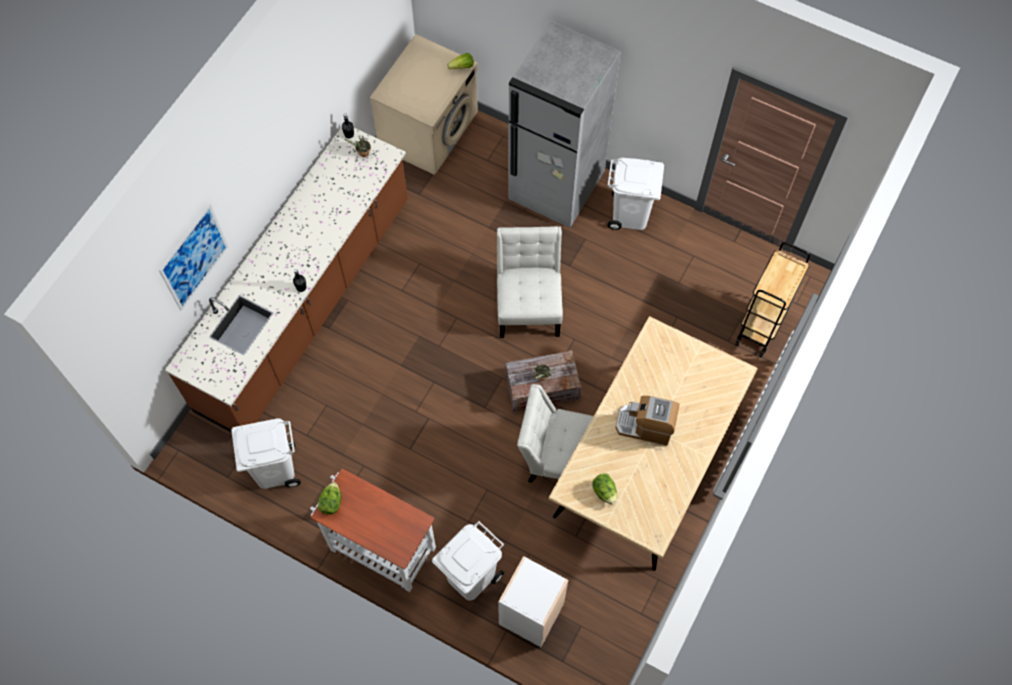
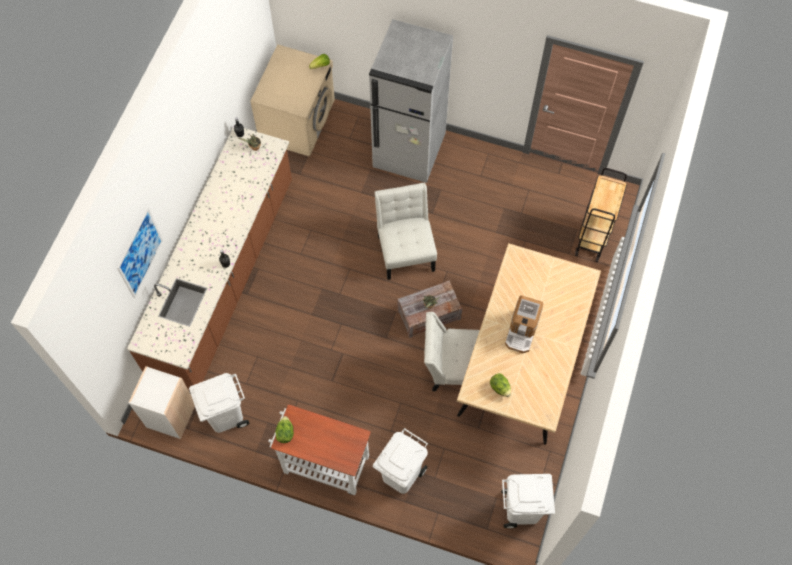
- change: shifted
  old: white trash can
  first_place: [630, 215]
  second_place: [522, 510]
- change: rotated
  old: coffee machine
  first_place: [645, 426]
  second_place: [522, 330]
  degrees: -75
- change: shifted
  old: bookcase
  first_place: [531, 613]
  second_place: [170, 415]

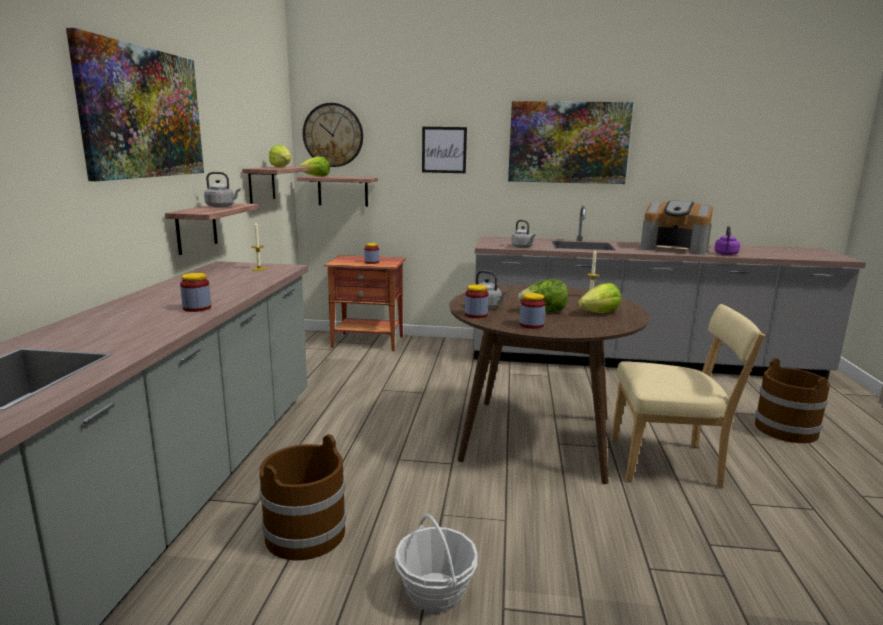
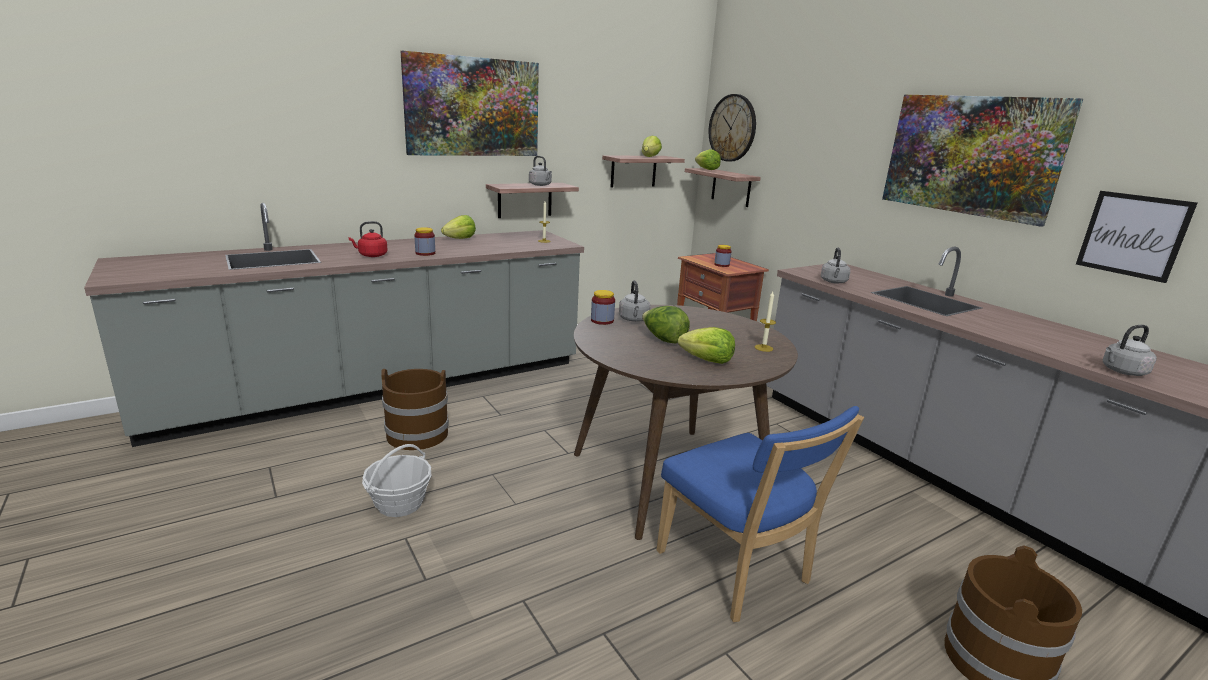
- change: shifted
  old: picture
  first_place: [444, 150]
  second_place: [1133, 235]
- change: gone
  old: coffee machine
  first_place: [674, 249]
- change: repainted
  old: purple kettle
  new: grey kettle
  first_place: [726, 254]
  second_place: [1122, 371]
- change: gone
  old: jar
  first_place: [531, 325]
- change: repainted
  old: beige chair
  new: blue chair
  first_place: [669, 463]
  second_place: [737, 571]
- change: new
  new: lettuce
  second_place: [460, 239]
- change: new
  new: red kettle
  second_place: [371, 255]

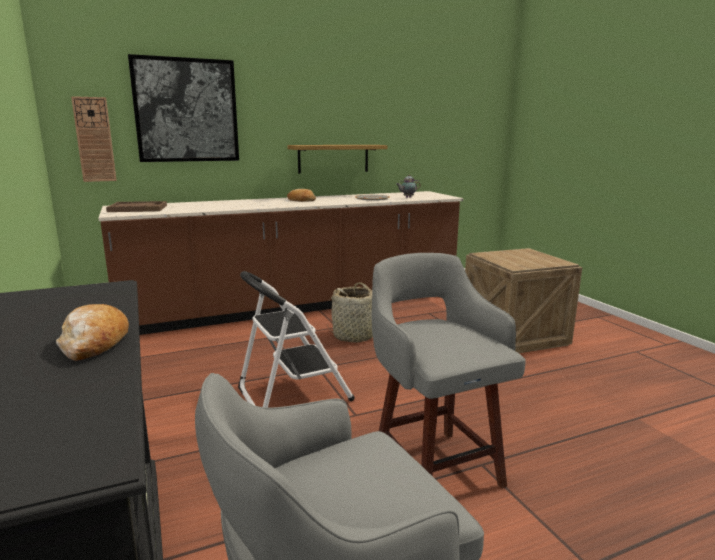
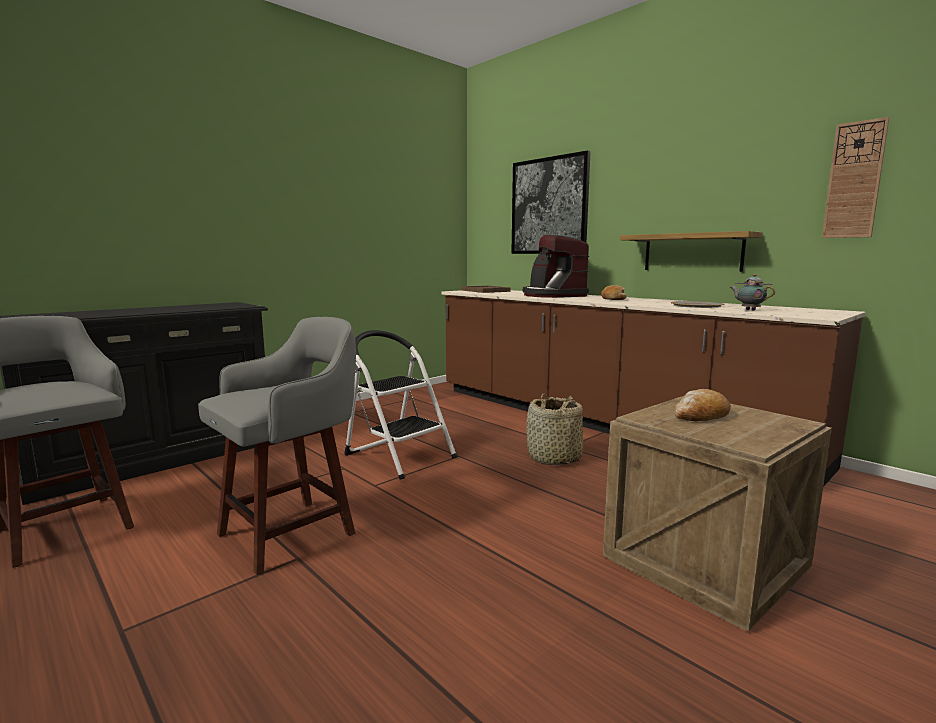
- change: shifted
  old: wall clock
  first_place: [94, 140]
  second_place: [854, 180]
- change: shifted
  old: bread
  first_place: [94, 343]
  second_place: [701, 416]
- change: new
  new: coffee machine
  second_place: [552, 295]

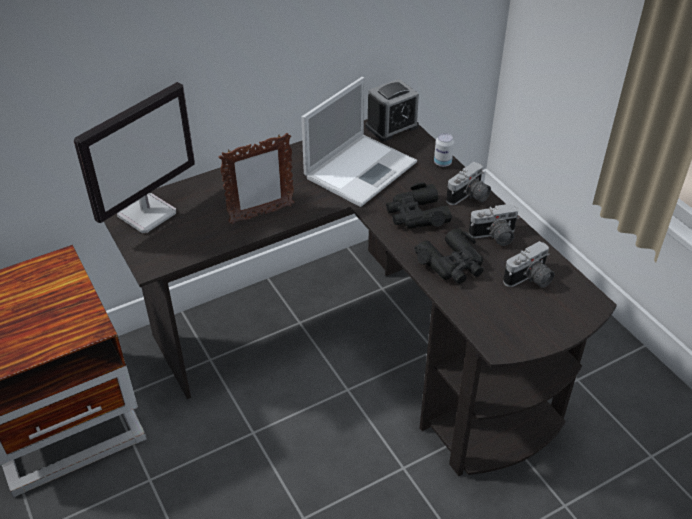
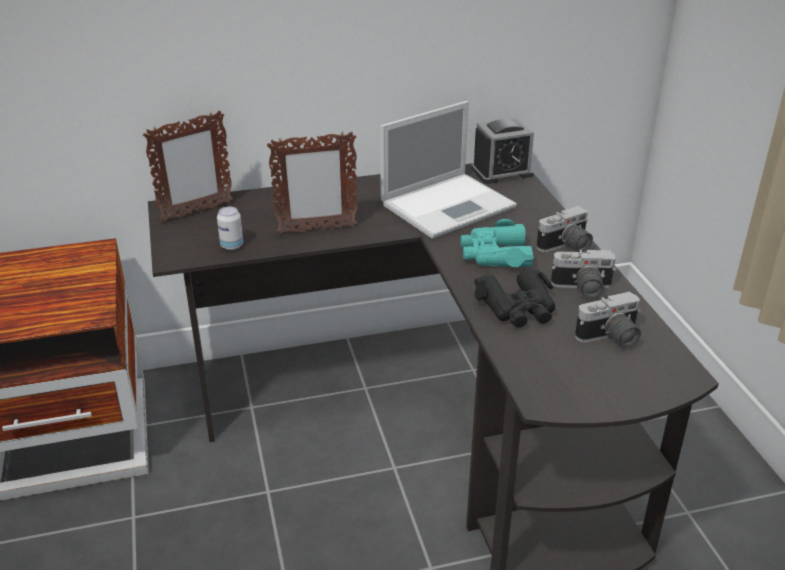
- change: swapped
  old: monitor
  new: picture frame
  first_place: [147, 213]
  second_place: [196, 212]
- change: shifted
  old: can
  first_place: [442, 163]
  second_place: [232, 246]
- change: repainted
  old: black binoculars
  new: turquoise binoculars
  first_place: [416, 215]
  second_place: [495, 255]

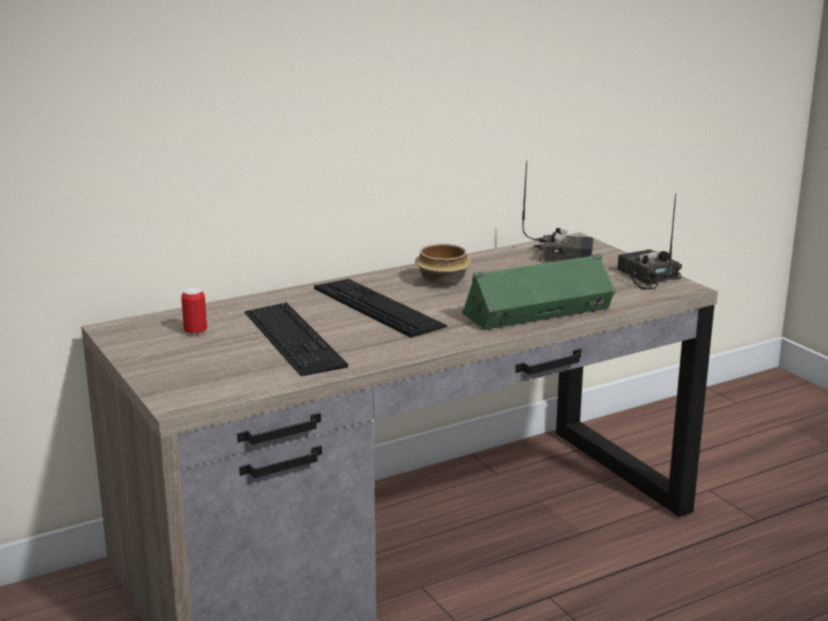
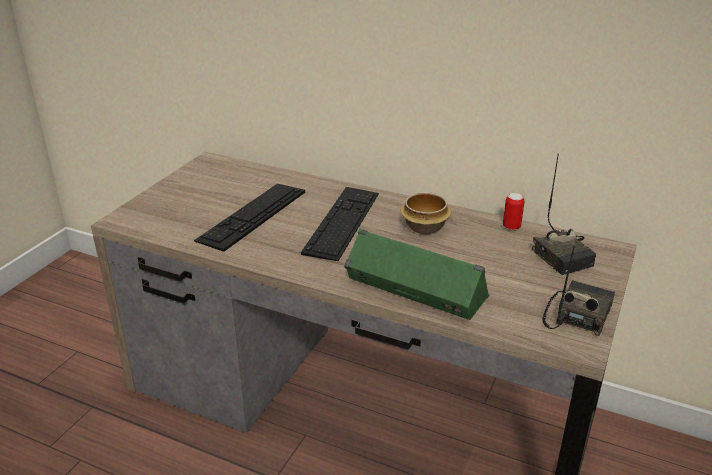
- change: shifted
  old: can
  first_place: [195, 332]
  second_place: [511, 227]

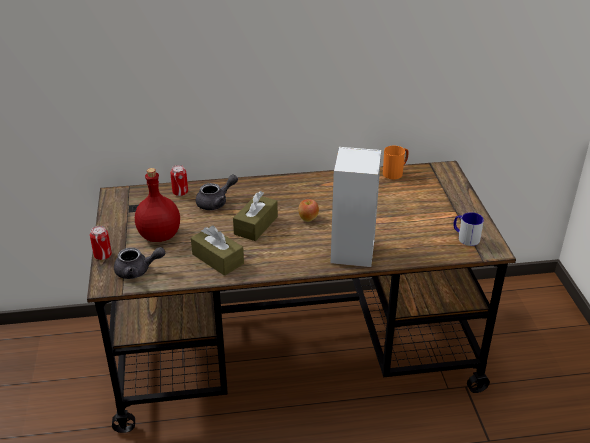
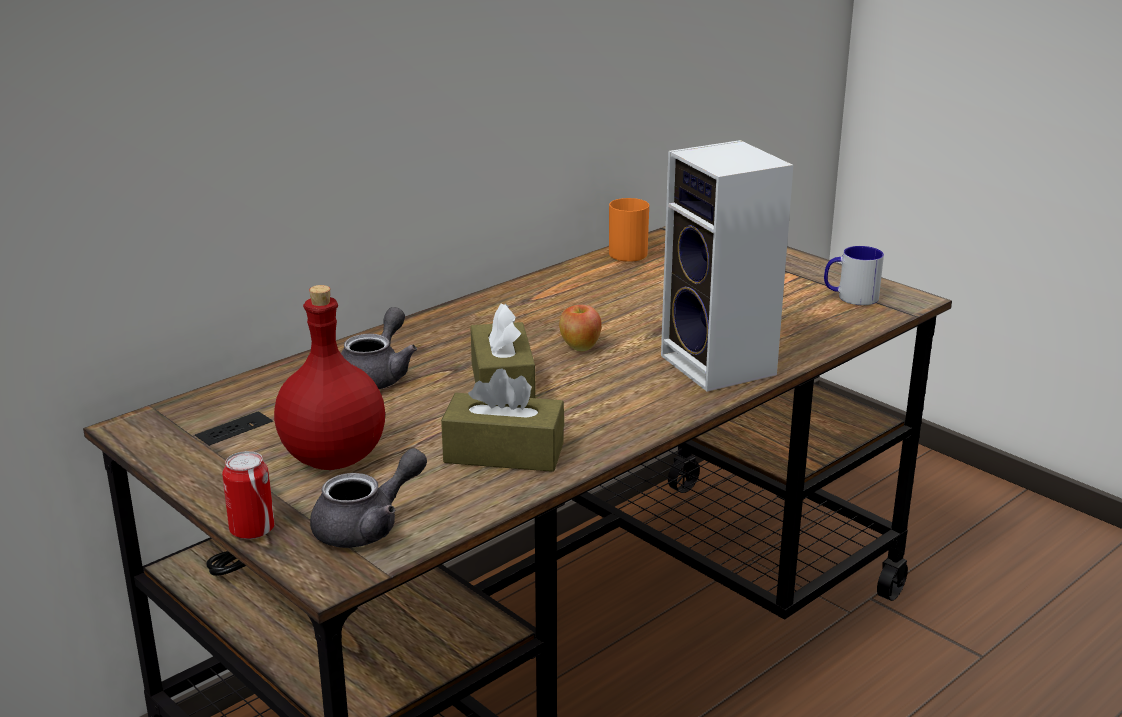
- change: gone
  old: can
  first_place: [180, 192]

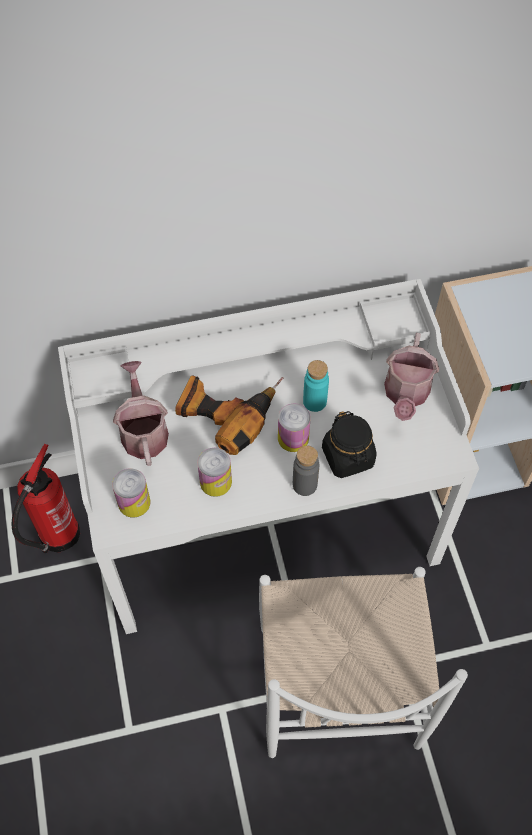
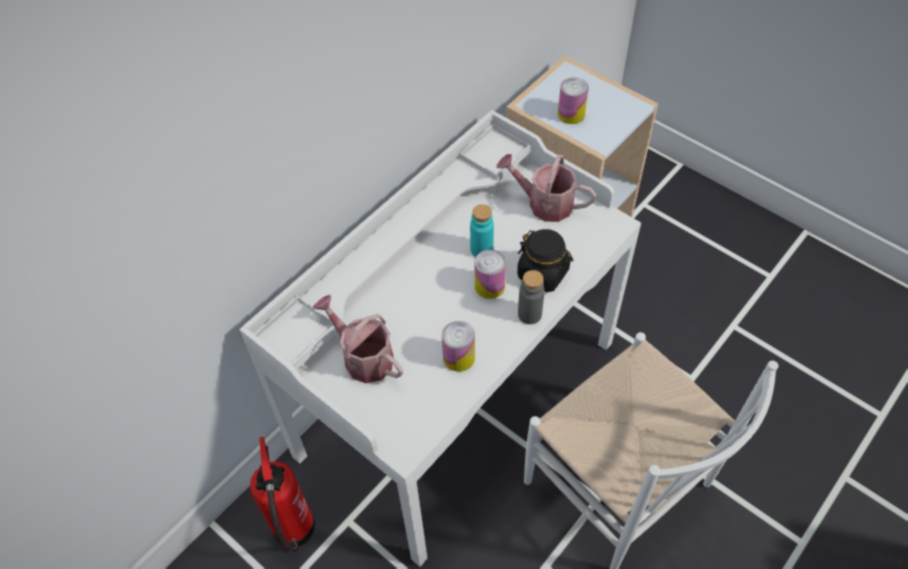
- change: rotated
  old: watering can
  first_place: [406, 394]
  second_place: [544, 203]
  degrees: 135
- change: gone
  old: power drill
  first_place: [226, 410]
- change: shifted
  old: can
  first_place: [134, 502]
  second_place: [571, 114]

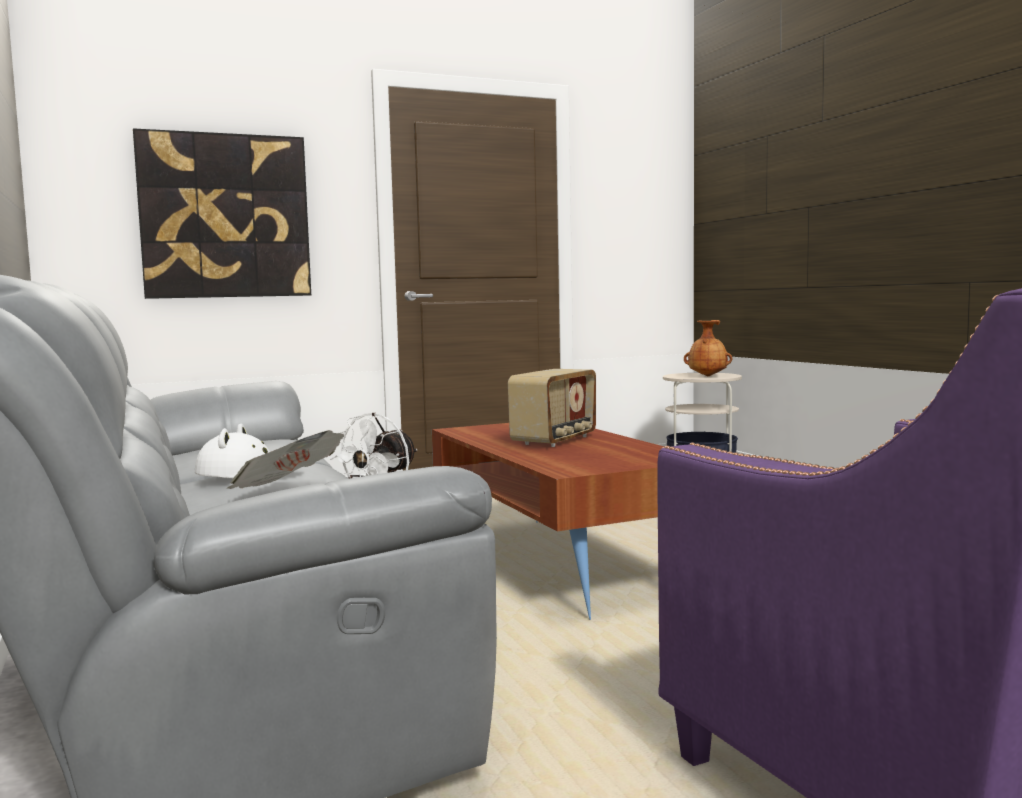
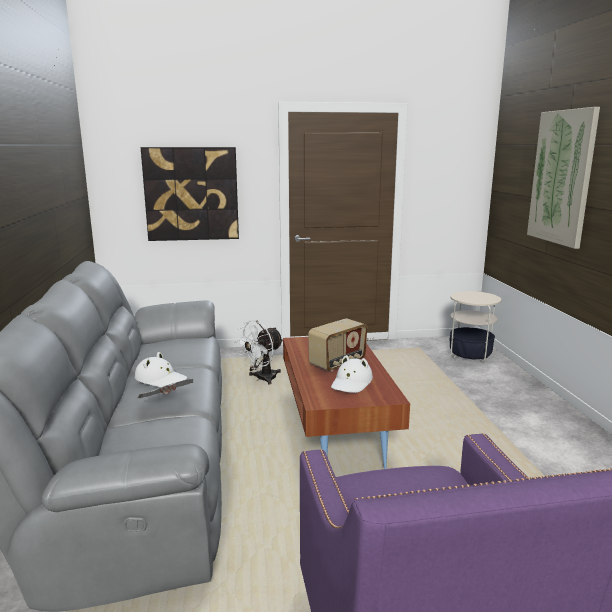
- change: gone
  old: brown vase
  first_place: [707, 376]
- change: new
  new: picture
  second_place: [562, 177]
- change: new
  new: white hat
  second_place: [351, 383]

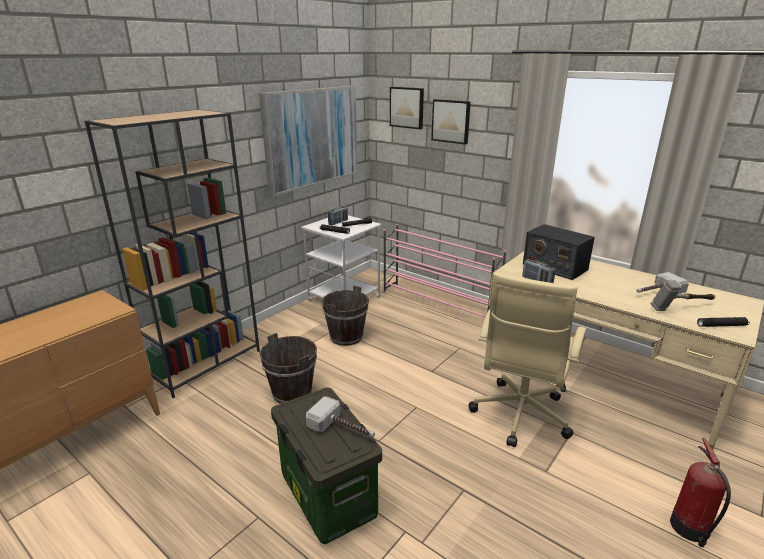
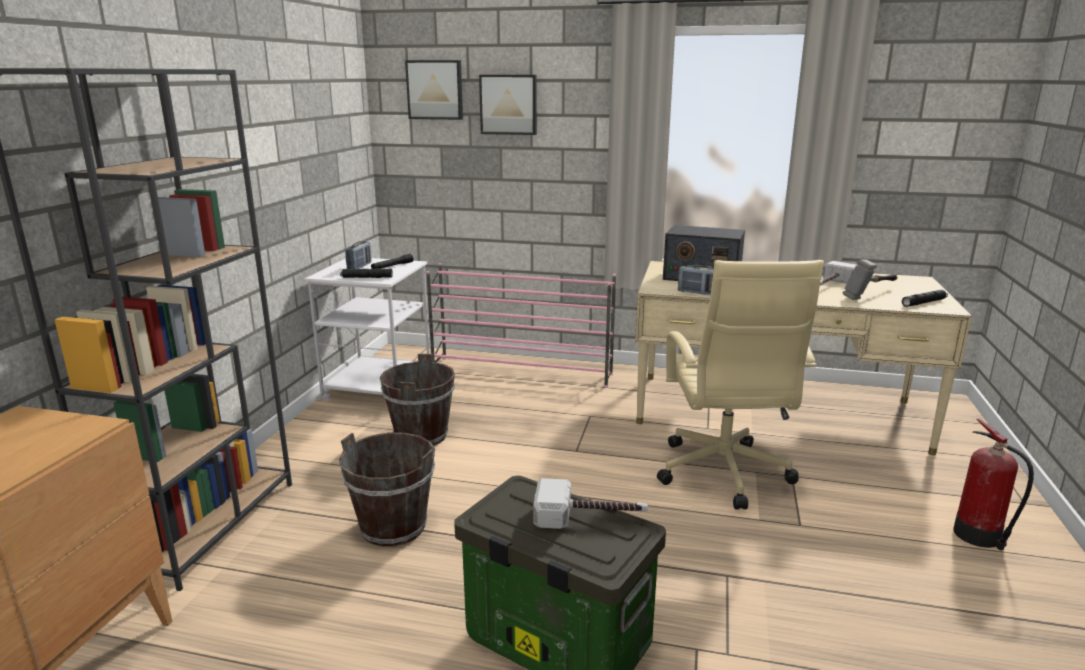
- change: gone
  old: picture
  first_place: [311, 137]

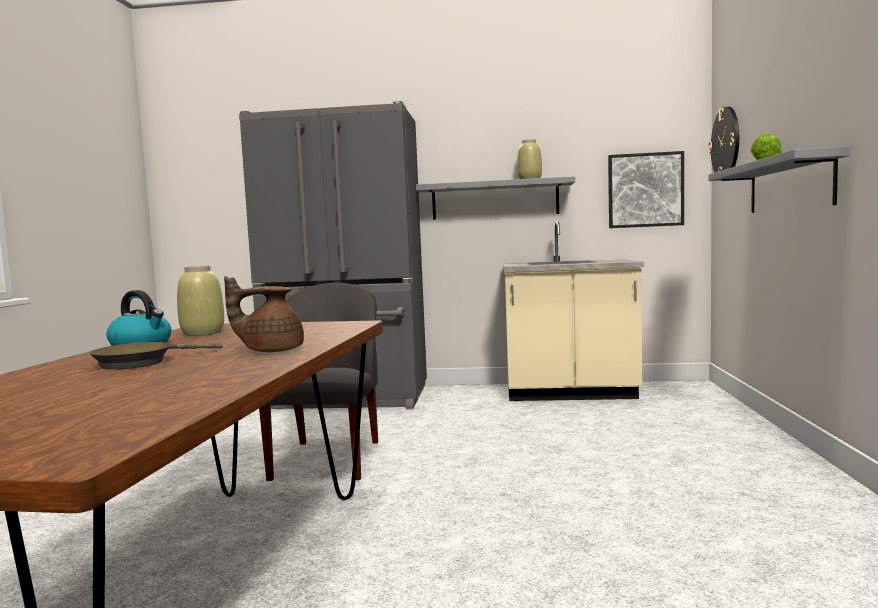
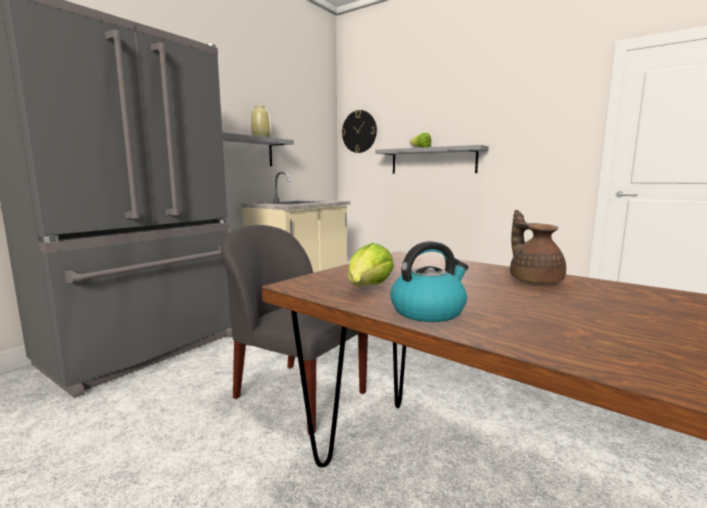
- change: gone
  old: picture
  first_place: [645, 190]
- change: swapped
  old: beige vase
  new: lettuce
  first_place: [203, 333]
  second_place: [368, 288]
- change: rotated
  old: brown teapot
  first_place: [271, 350]
  second_place: [534, 280]
  degrees: 150
- change: gone
  old: brown frying pan
  first_place: [140, 362]

